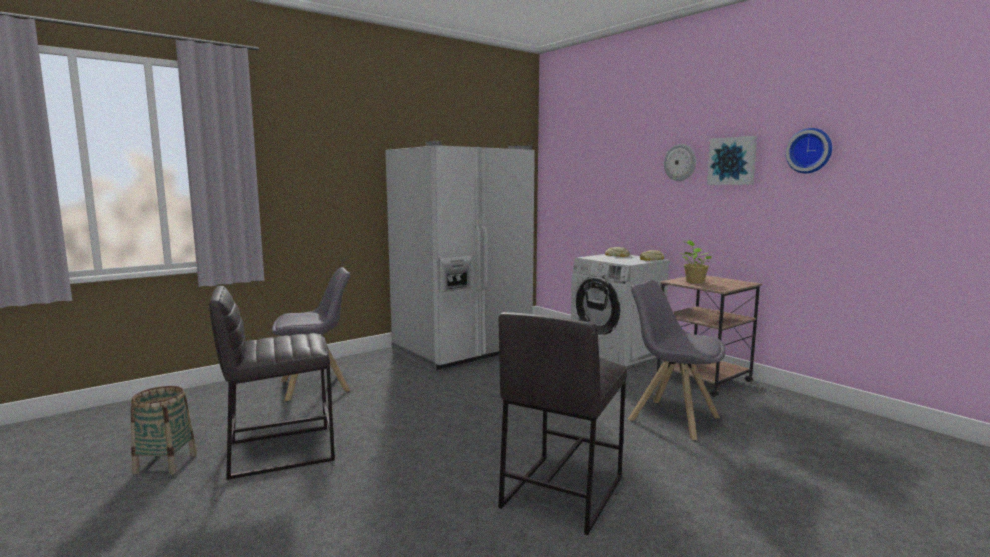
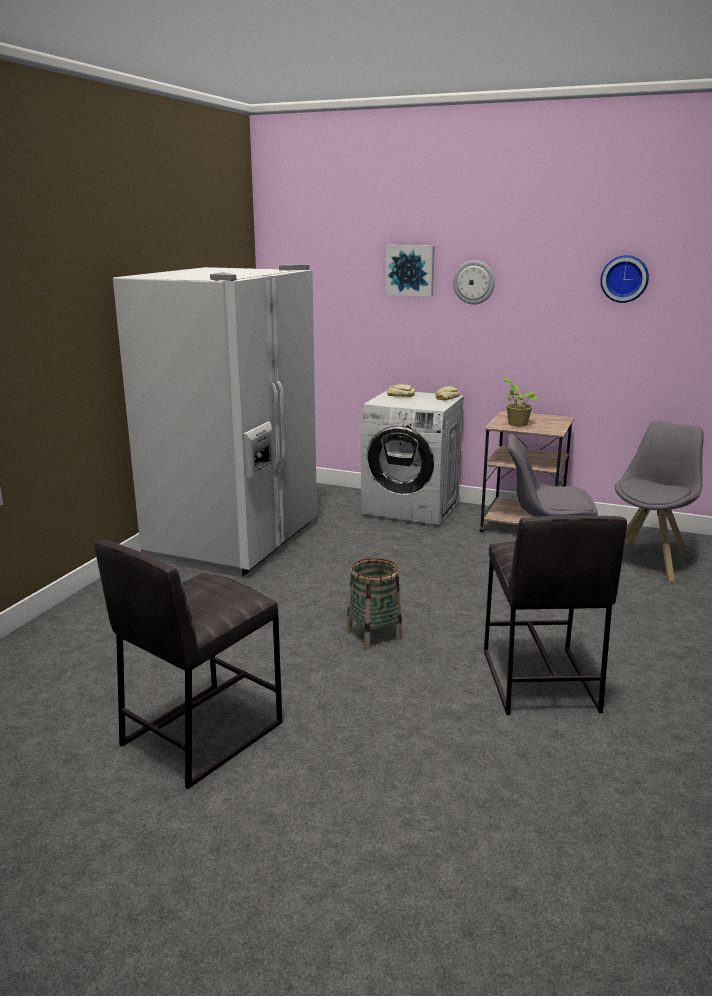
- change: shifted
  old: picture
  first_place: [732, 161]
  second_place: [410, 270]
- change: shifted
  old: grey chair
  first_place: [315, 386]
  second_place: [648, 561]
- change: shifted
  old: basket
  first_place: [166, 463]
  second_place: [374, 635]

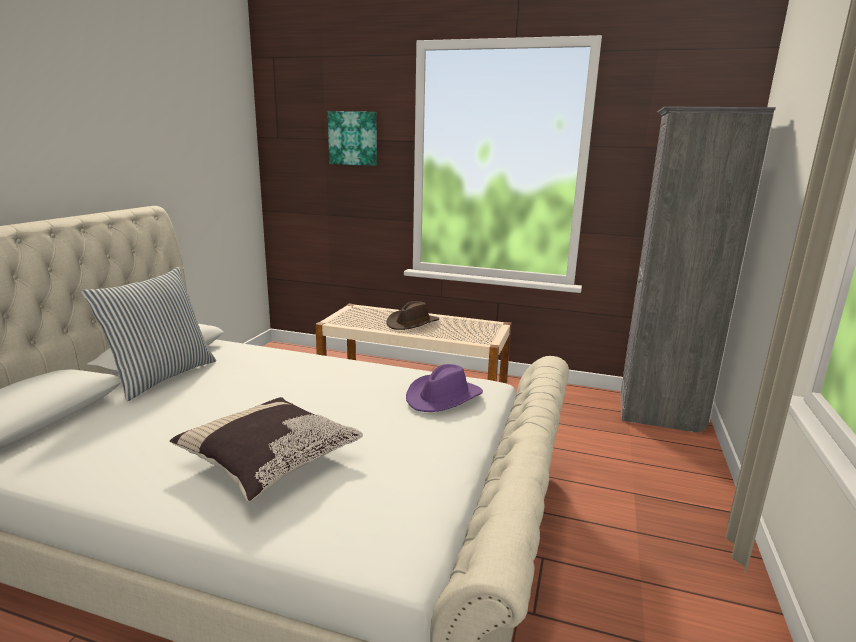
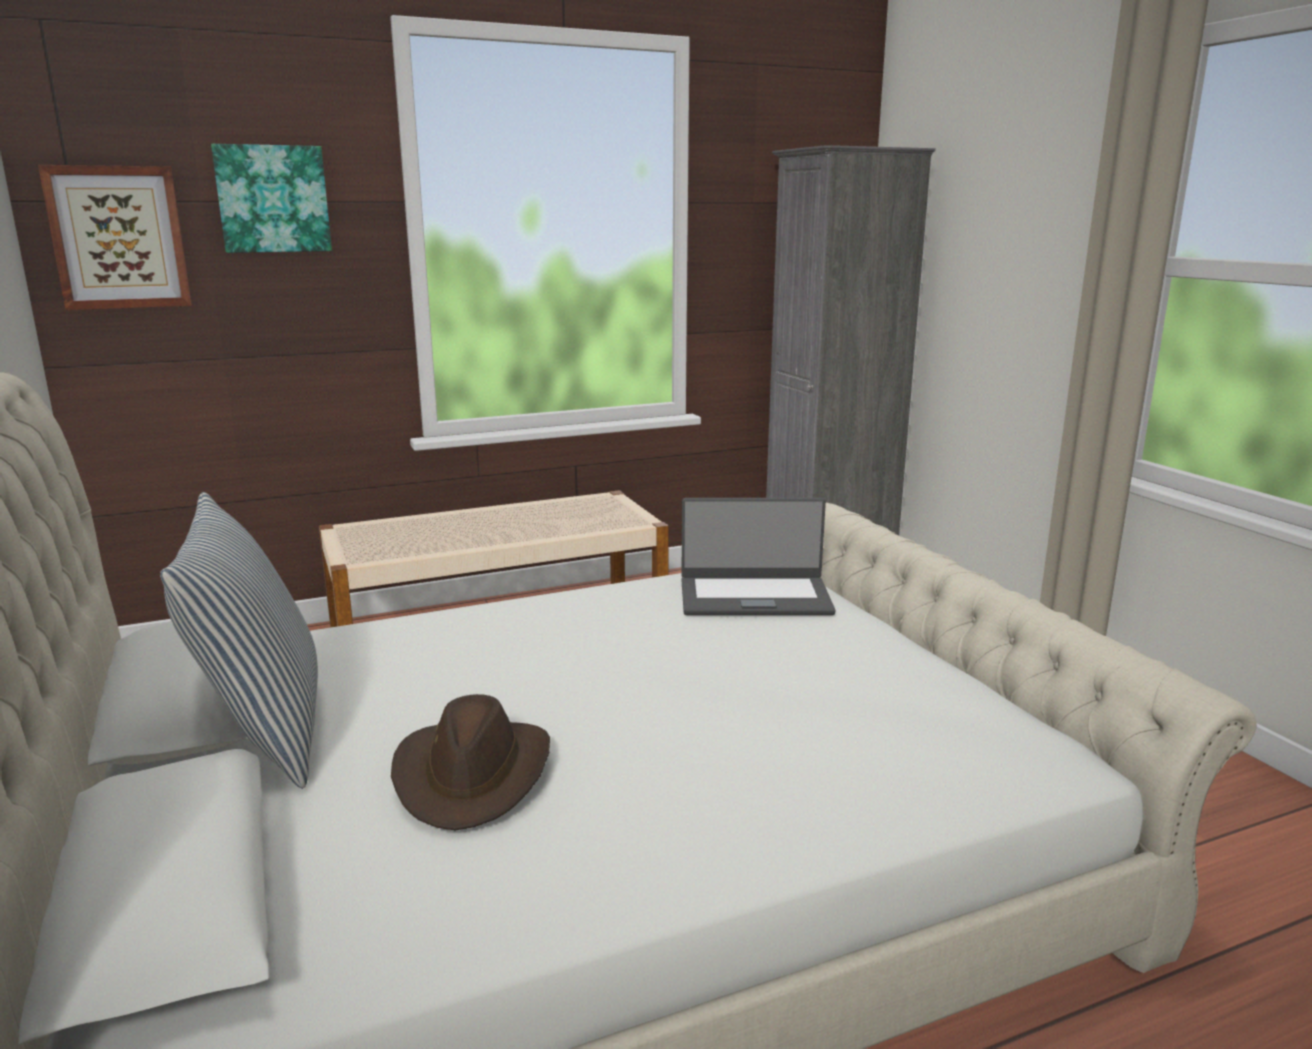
- change: shifted
  old: brown hat
  first_place: [412, 323]
  second_place: [473, 775]
- change: swapped
  old: purple hat
  new: laptop
  first_place: [443, 397]
  second_place: [754, 596]
- change: gone
  old: pillow
  first_place: [270, 461]
- change: new
  new: picture
  second_place: [119, 238]

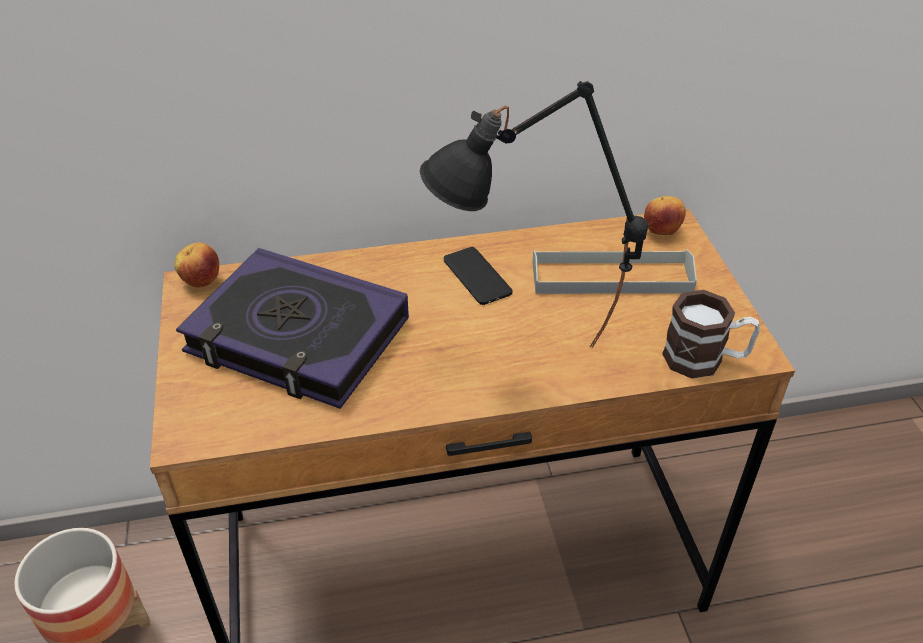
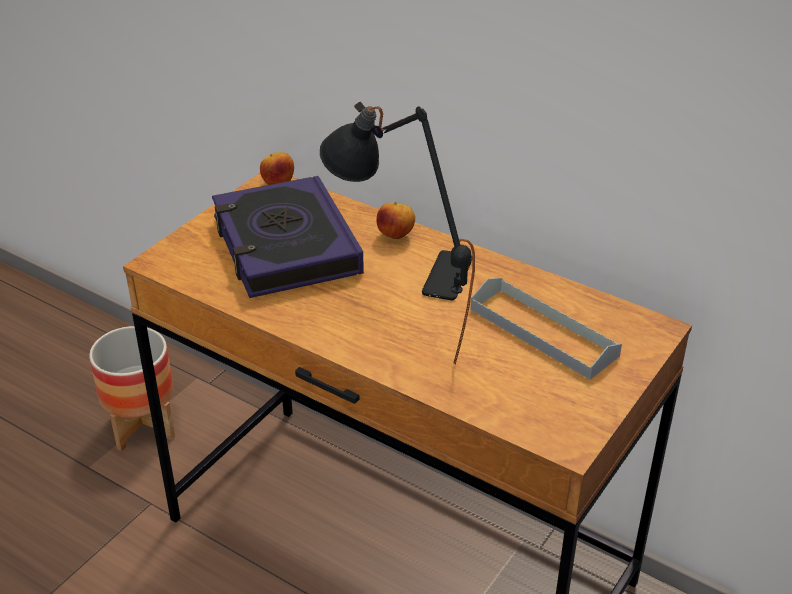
- change: shifted
  old: apple
  first_place: [661, 231]
  second_place: [396, 235]
- change: gone
  old: mug
  first_place: [705, 359]

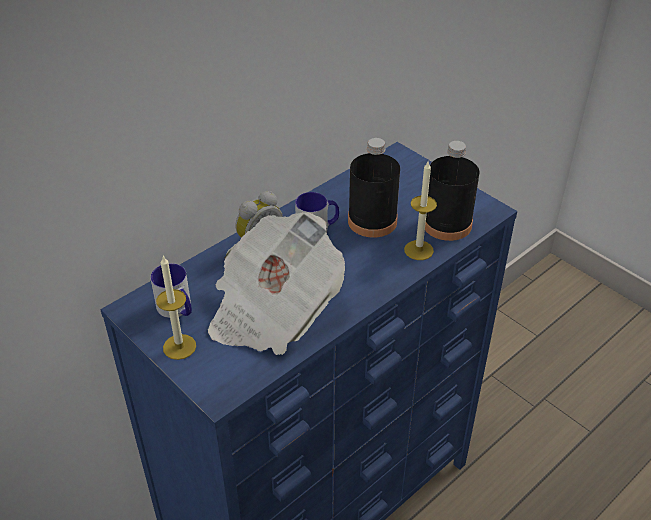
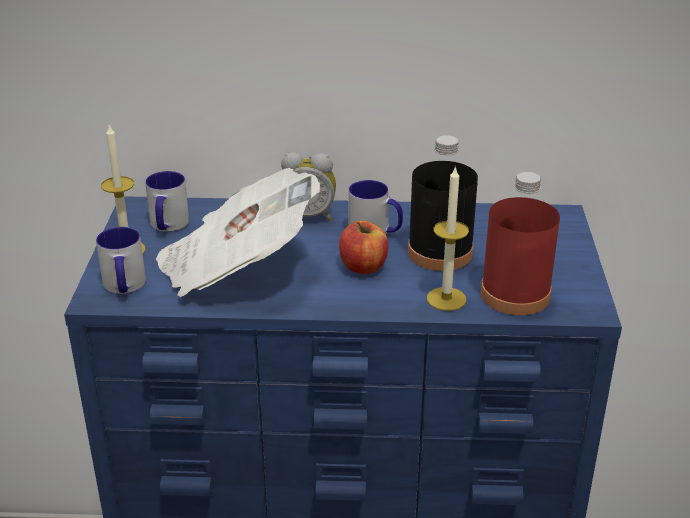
- change: repainted
  old: black bottle
  new: red bottle
  first_place: [447, 224]
  second_place: [515, 295]
- change: new
  new: apple
  second_place: [363, 266]
- change: new
  new: mug
  second_place: [124, 287]

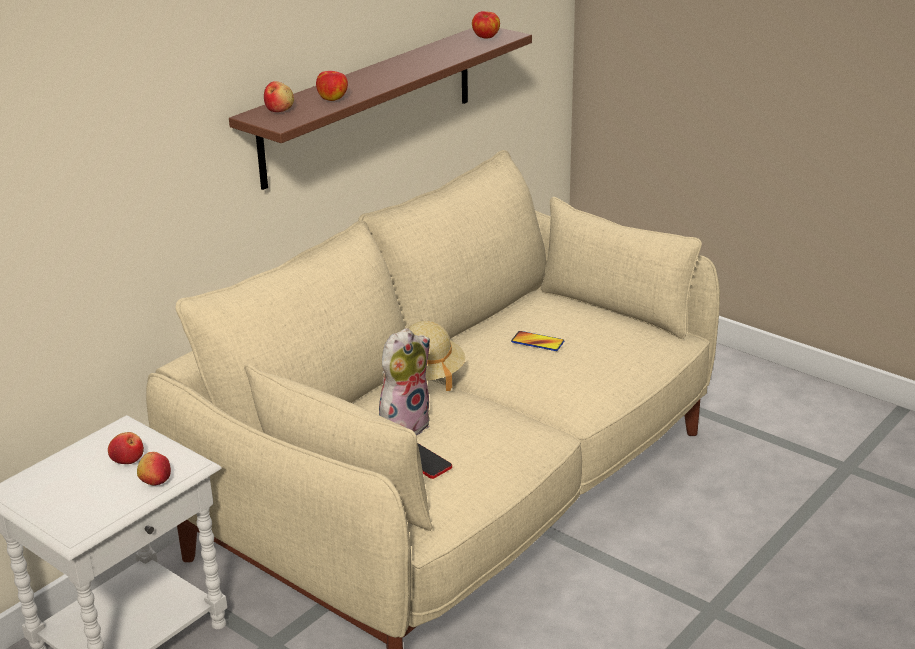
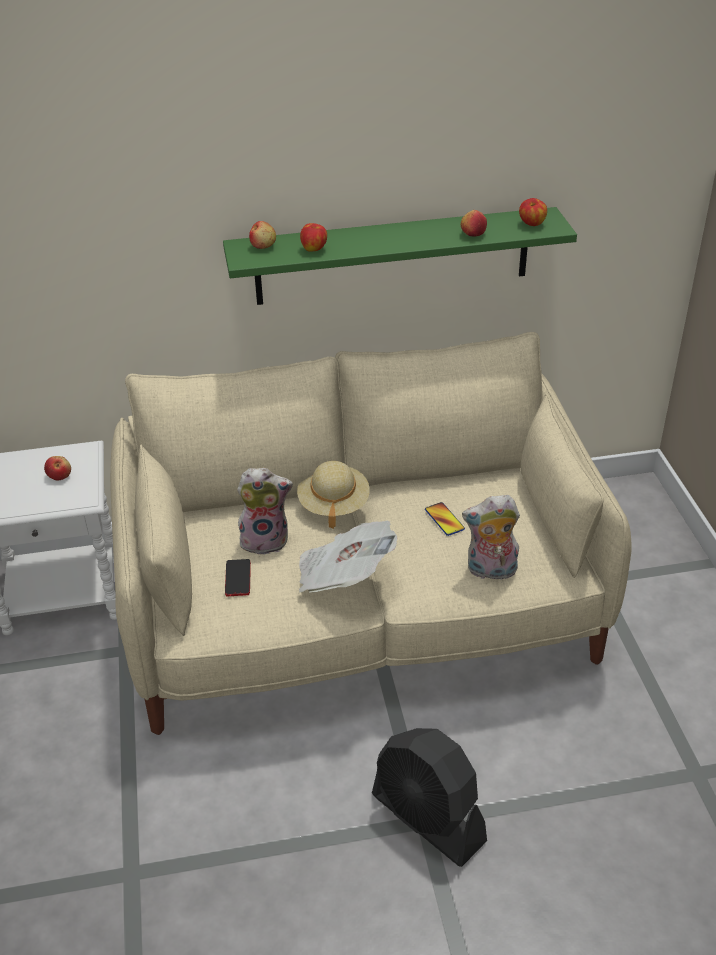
- change: repainted
  old: brown shelf
  new: green shelf
  first_place: [369, 104]
  second_place: [393, 256]
- change: shifted
  old: apple
  first_place: [155, 480]
  second_place: [473, 234]
- change: new
  new: plush toy
  second_place: [490, 571]
- change: new
  new: newspaper
  second_place: [344, 576]
- change: new
  new: black fan
  second_place: [428, 818]

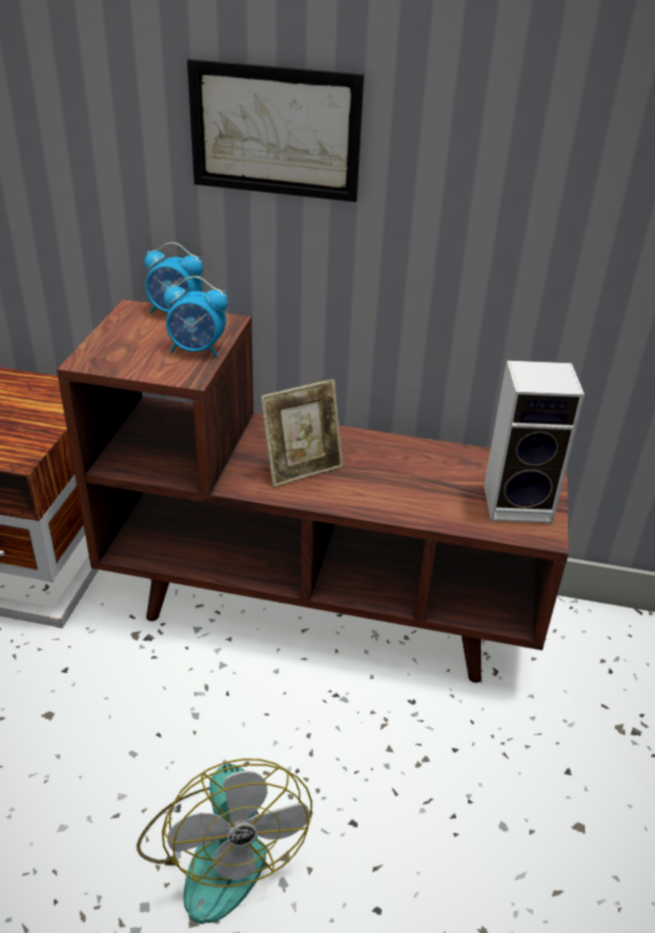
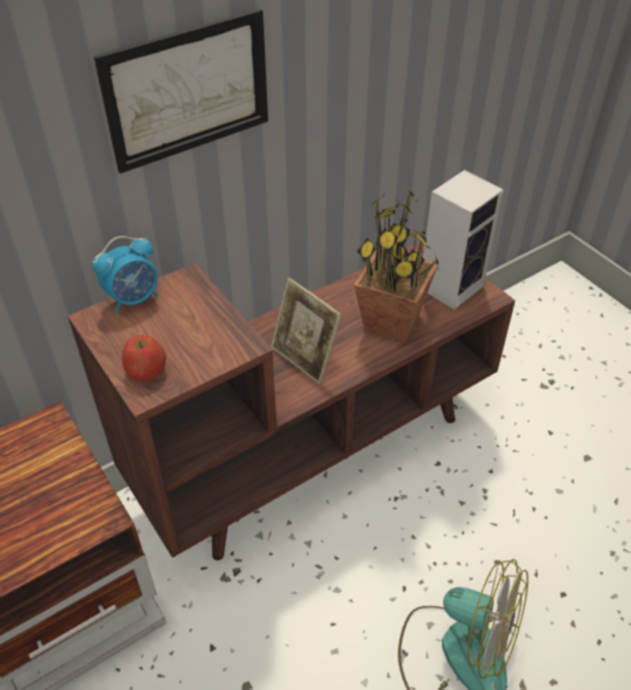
- change: gone
  old: alarm clock
  first_place: [197, 350]
- change: rotated
  old: picture frame
  first_place: [302, 469]
  second_place: [304, 359]
  degrees: 120
- change: new
  new: potted plant
  second_place: [392, 322]
- change: new
  new: apple
  second_place: [146, 370]

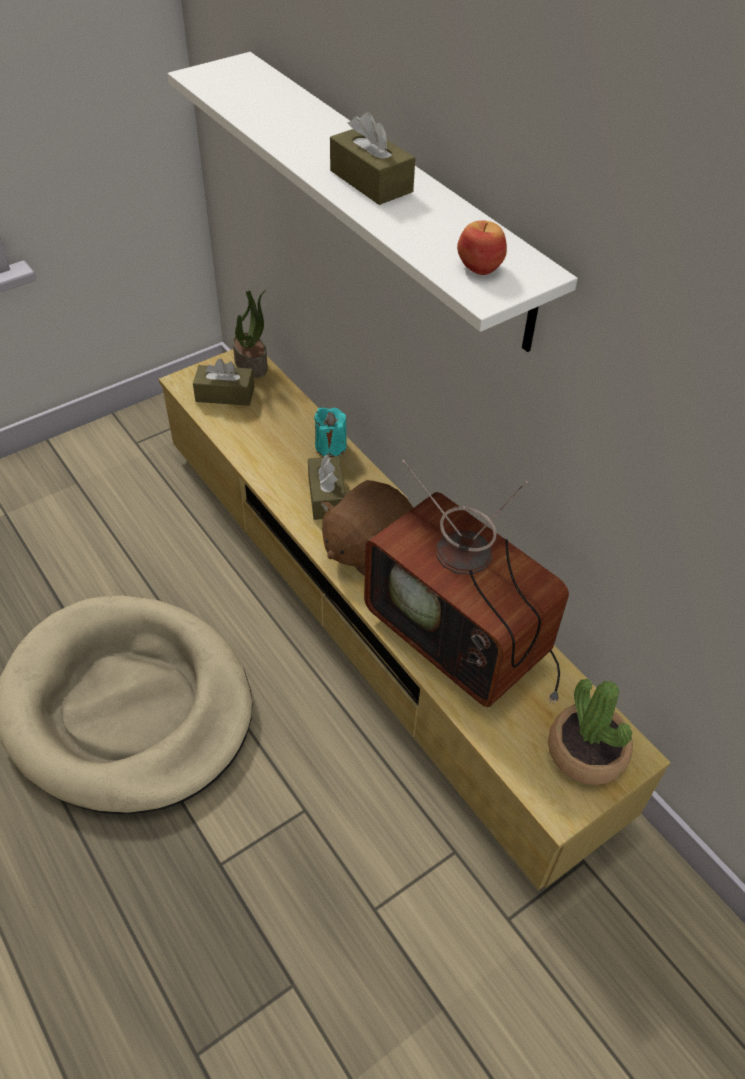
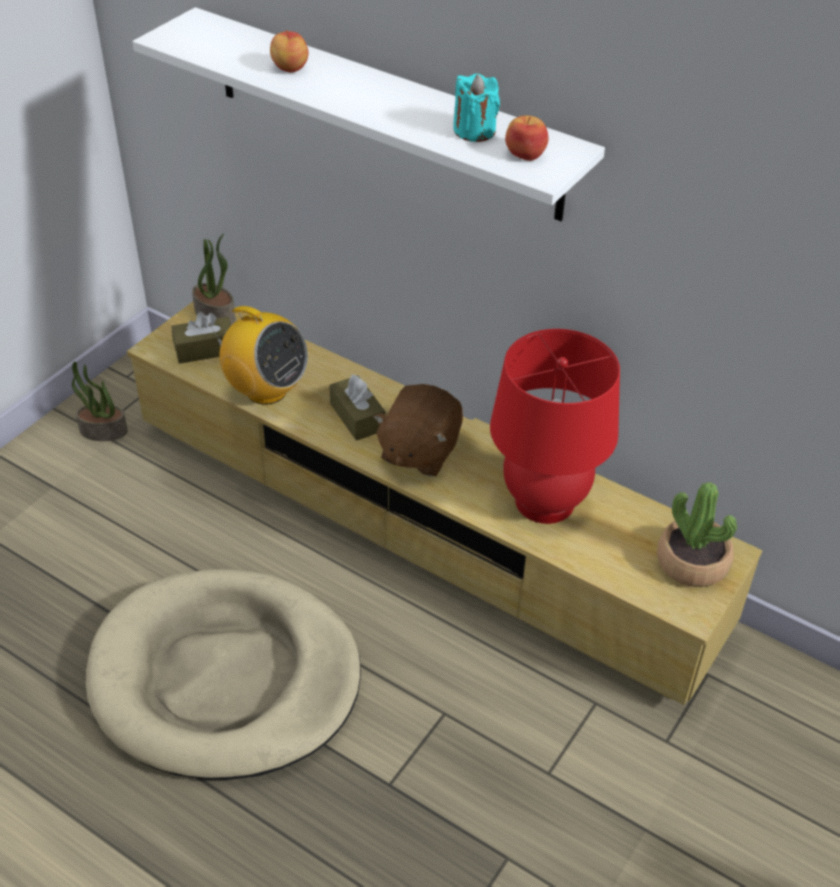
- change: gone
  old: brown tissue box
  first_place: [371, 181]
- change: shifted
  old: turquoise candle
  first_place: [330, 446]
  second_place: [474, 131]
- change: swapped
  old: television
  new: red table lamp
  first_place: [464, 636]
  second_place: [544, 501]
- change: new
  new: apple
  second_place: [289, 68]
- change: new
  new: radio
  second_place: [266, 390]
- change: new
  new: potted plant
  second_place: [103, 431]

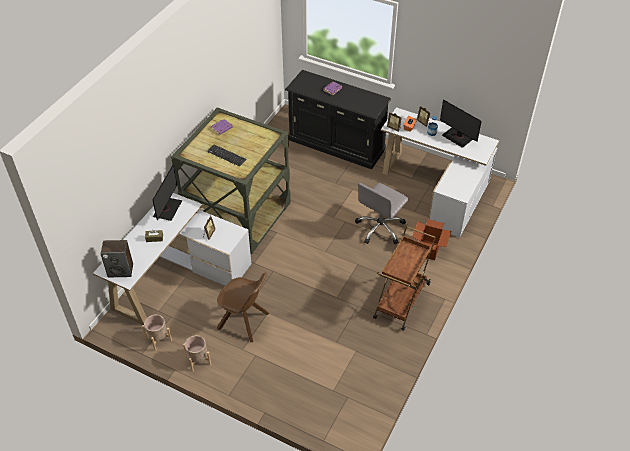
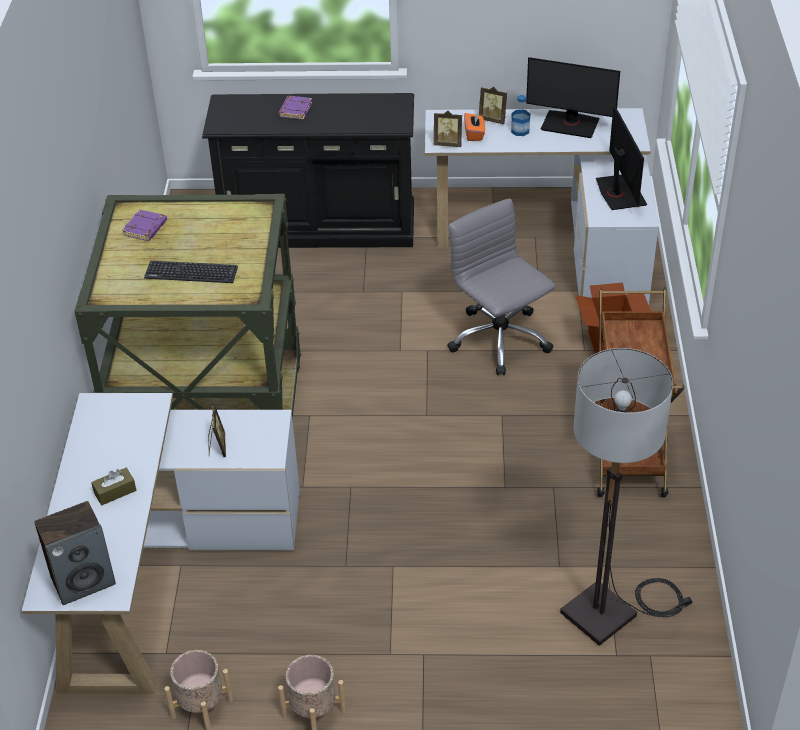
- change: shifted
  old: monitor
  first_place: [167, 209]
  second_place: [619, 193]
- change: rotated
  old: grey office chair
  first_place: [380, 228]
  second_place: [499, 339]
  degrees: 135
- change: gone
  old: brown chair
  first_place: [244, 321]
- change: new
  new: floor lamp
  second_place: [616, 611]

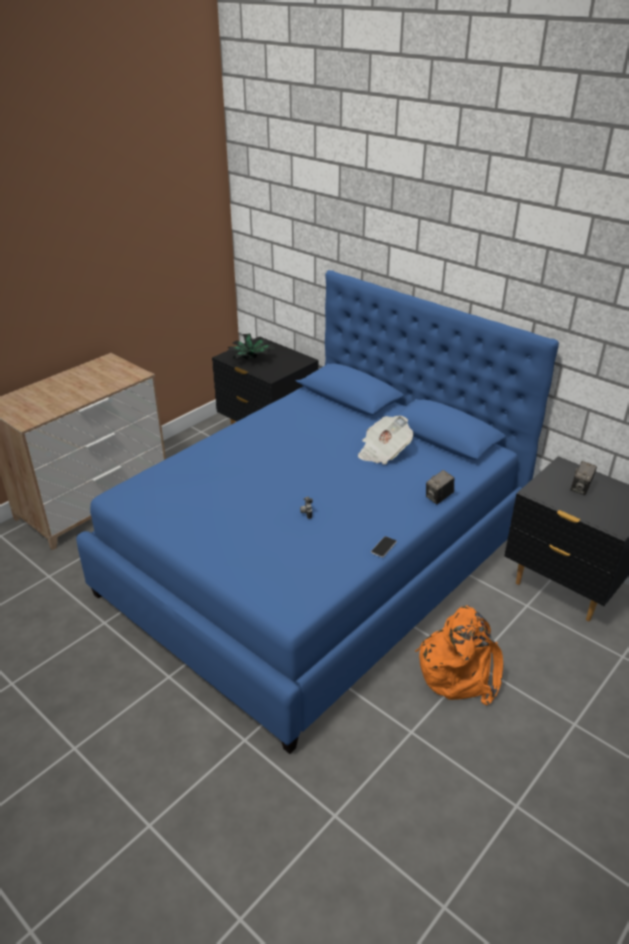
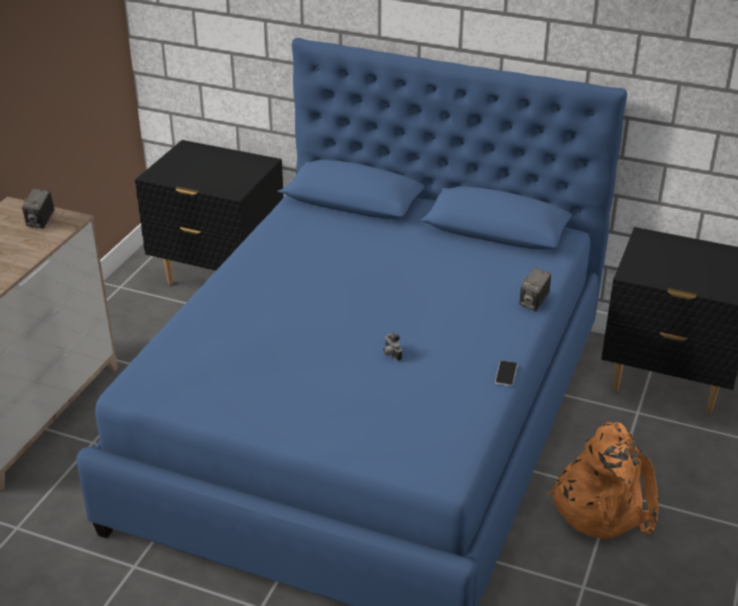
- change: gone
  old: potted plant
  first_place: [251, 359]
- change: gone
  old: newspaper
  first_place: [383, 452]
- change: shifted
  old: photo camera
  first_place: [580, 488]
  second_place: [41, 222]

